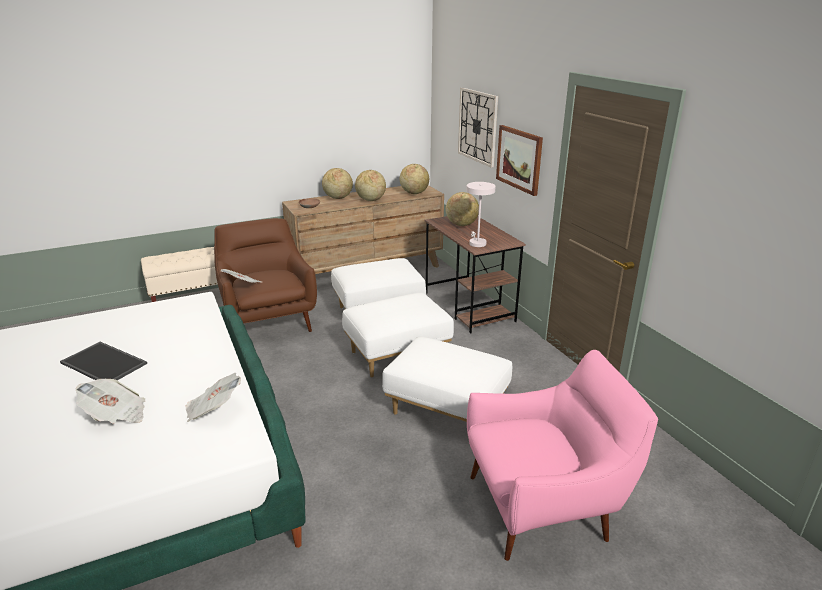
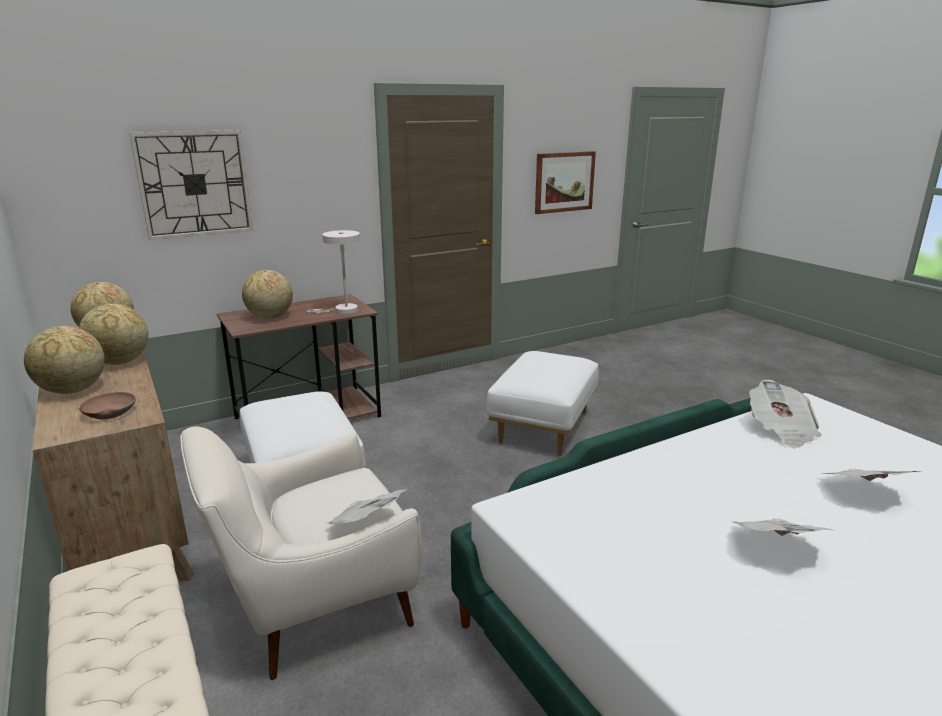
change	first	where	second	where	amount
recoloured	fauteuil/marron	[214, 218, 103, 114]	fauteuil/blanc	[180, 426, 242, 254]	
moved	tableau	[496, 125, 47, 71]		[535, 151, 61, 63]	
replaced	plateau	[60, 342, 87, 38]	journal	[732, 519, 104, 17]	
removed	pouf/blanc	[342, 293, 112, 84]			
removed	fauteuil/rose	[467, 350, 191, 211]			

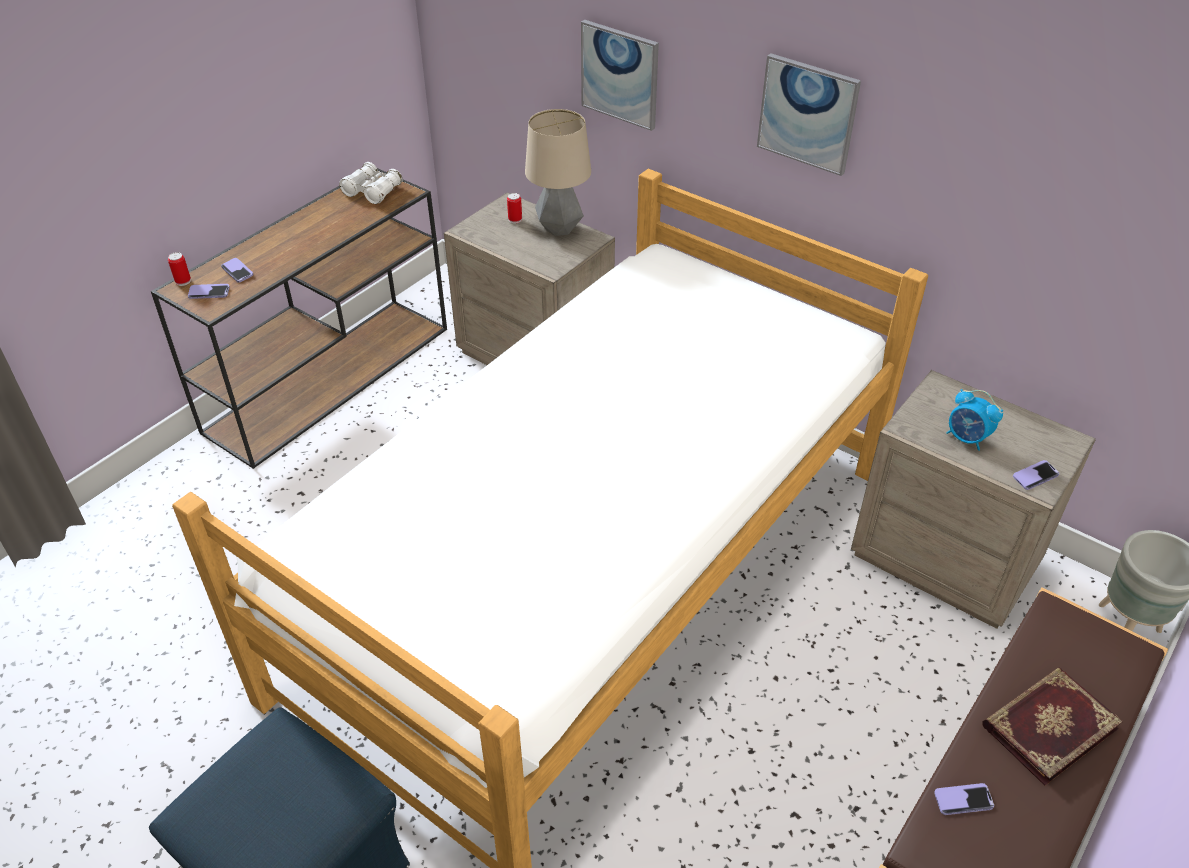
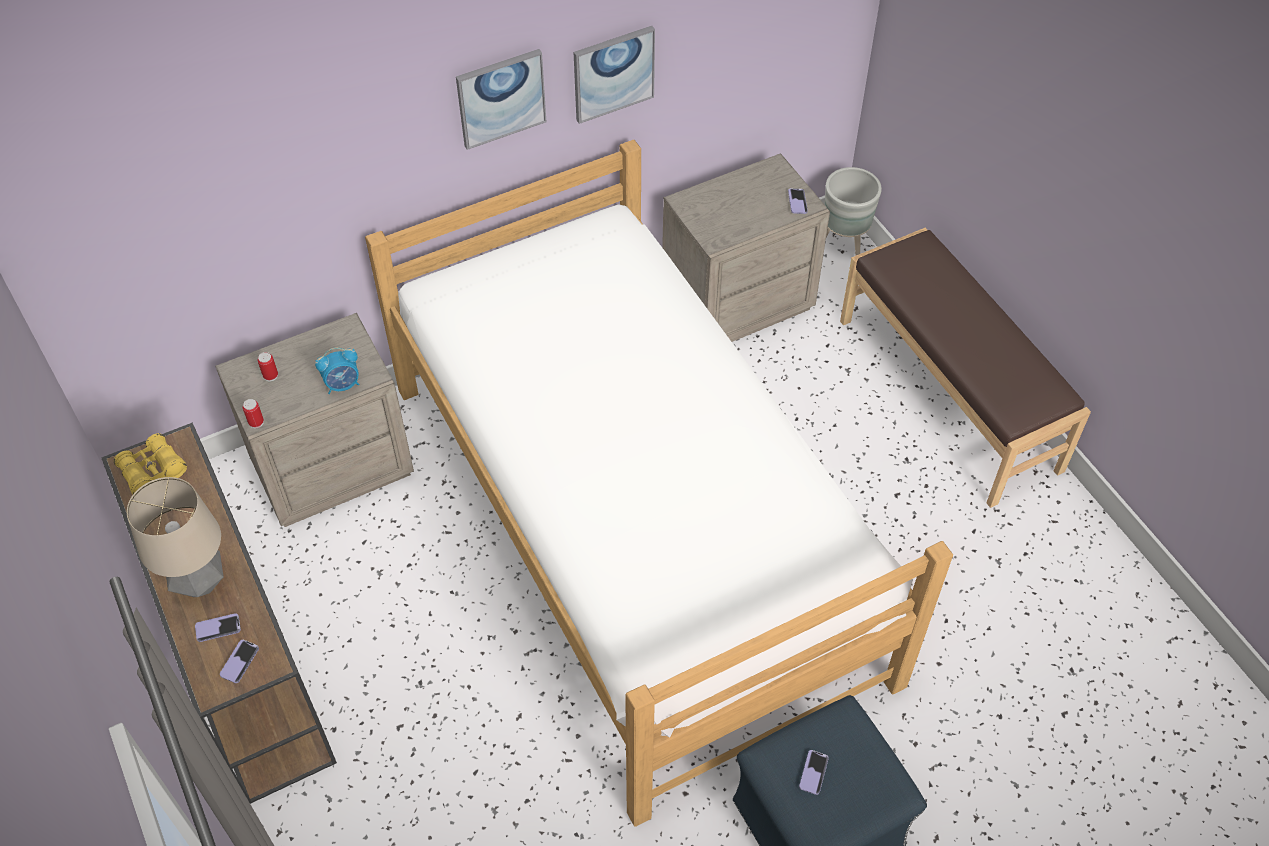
change	first	where	second	where	amount
recoloured	jumelles/blanc	[339, 162, 64, 42]	jumelles/jaune	[114, 433, 73, 61]	
moved	lampe de table	[525, 109, 66, 127]		[127, 477, 97, 120]	
moved	boîte métallique	[168, 252, 23, 34]		[243, 399, 21, 29]	
moved	réveil	[946, 389, 57, 62]		[315, 347, 45, 47]	
moved	tableau	[581, 20, 78, 111]		[574, 26, 81, 98]	
moved	téléphone	[934, 783, 60, 32]		[799, 750, 30, 45]	
removed	livre	[983, 667, 140, 119]			

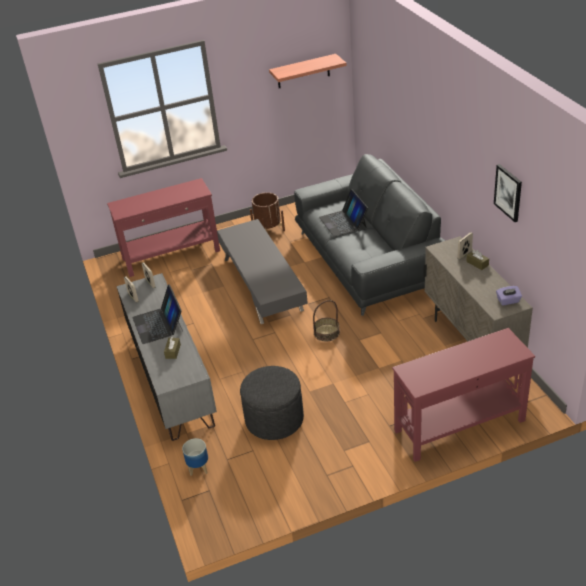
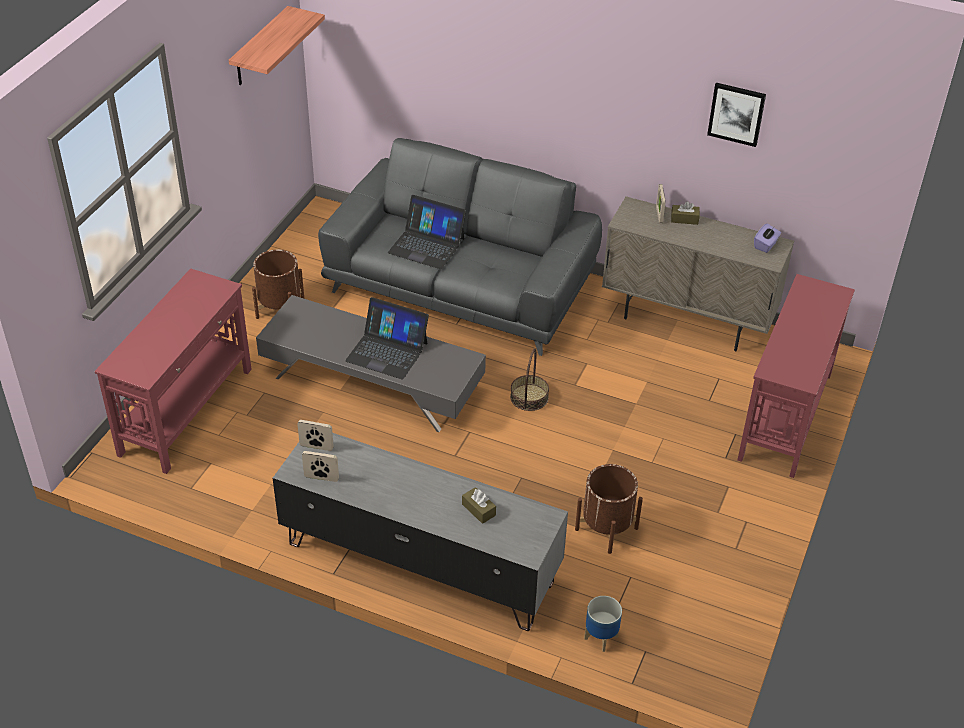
change	first	where	second	where	amount
moved	ordinateur portable	[132, 284, 51, 60]		[345, 297, 84, 82]	
replaced	pouf/gris	[240, 366, 64, 74]	cache-pot/marron	[575, 464, 68, 90]	

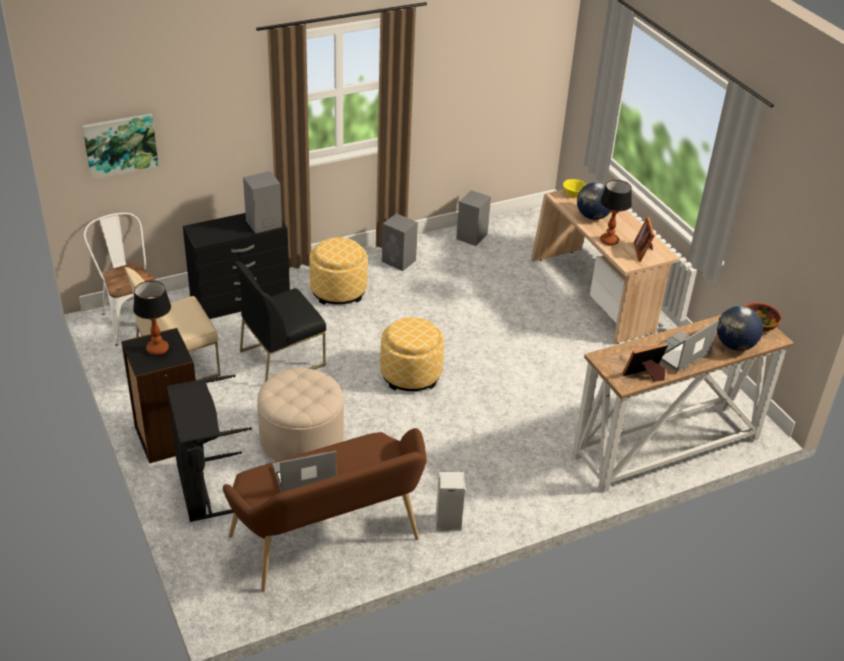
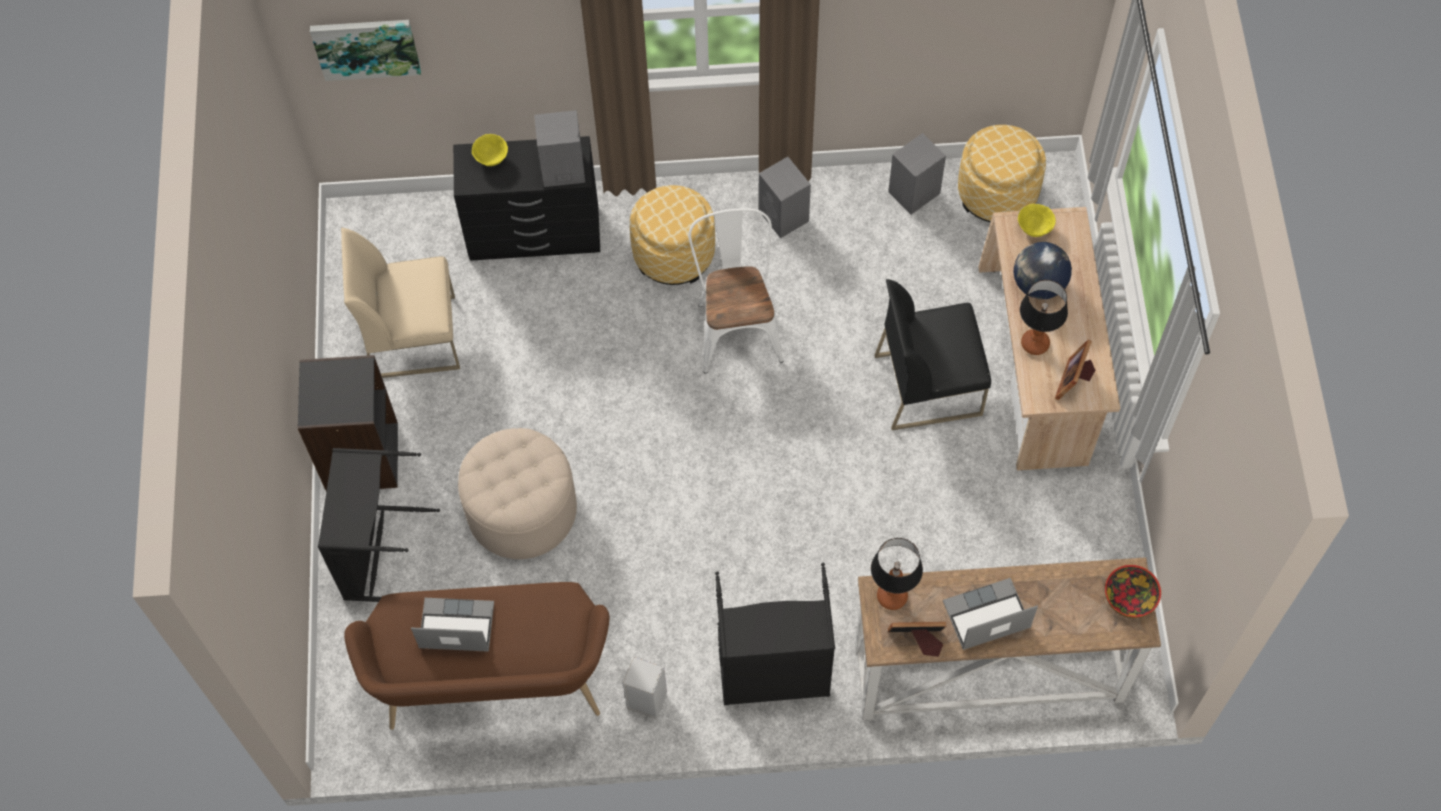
change	first	where	second	where	amount
added			bol/jaune	[472, 134, 36, 32]	
moved	chaise/blanc	[84, 213, 72, 133]		[688, 208, 95, 166]	
added			panier à linge/noir	[715, 563, 120, 142]	
moved	lampe de table	[133, 281, 38, 74]		[871, 538, 52, 72]	
moved	chaise/noir	[235, 261, 91, 121]		[874, 279, 117, 151]	
moved	pouf	[380, 317, 64, 74]		[958, 125, 88, 97]	
removed	globe	[717, 306, 46, 45]			

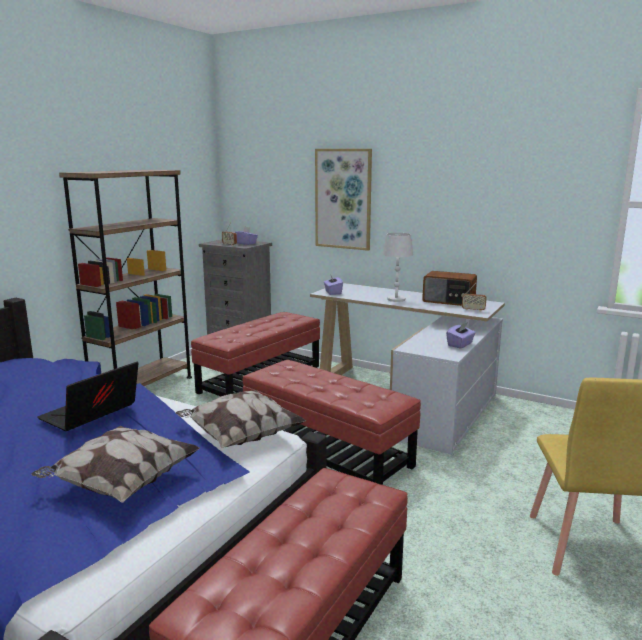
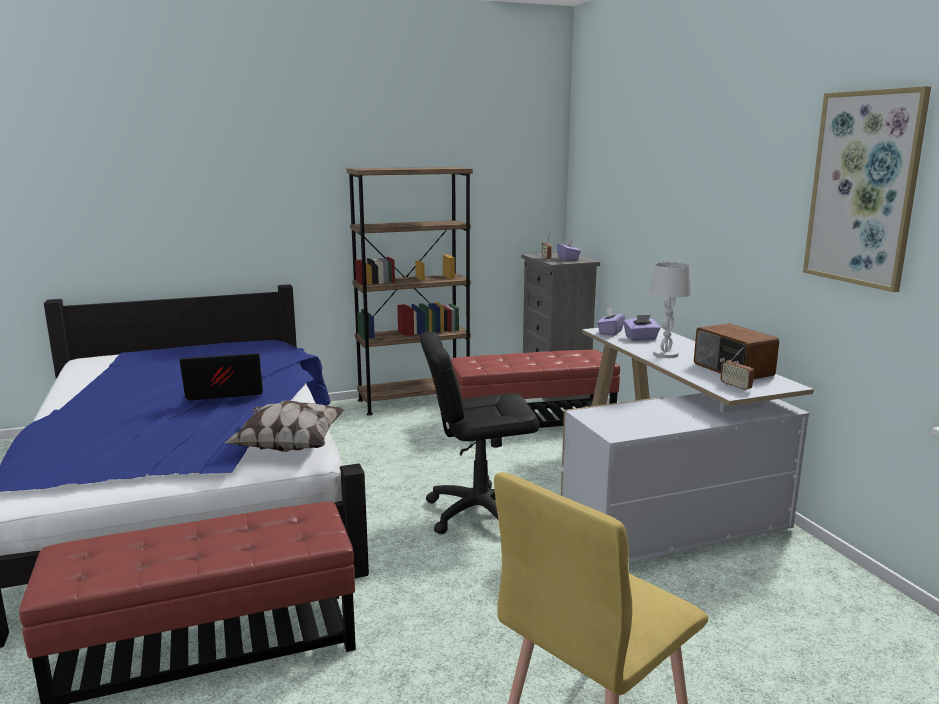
change	first	where	second	where	amount
replaced	pouf/rouge	[243, 360, 178, 125]	chaise de bureau/noir	[420, 332, 119, 202]	
moved	boîte à mouchoirs/violet	[446, 322, 30, 27]		[623, 315, 38, 26]	
moved	tableau	[315, 149, 57, 102]		[803, 86, 128, 206]	
removed	coussin	[31, 426, 169, 77]			

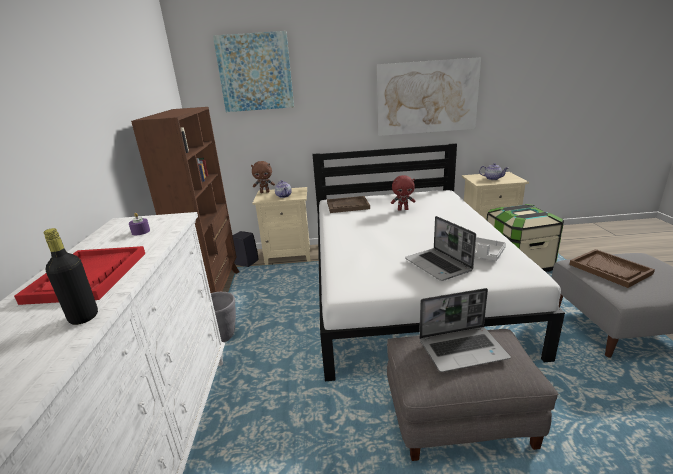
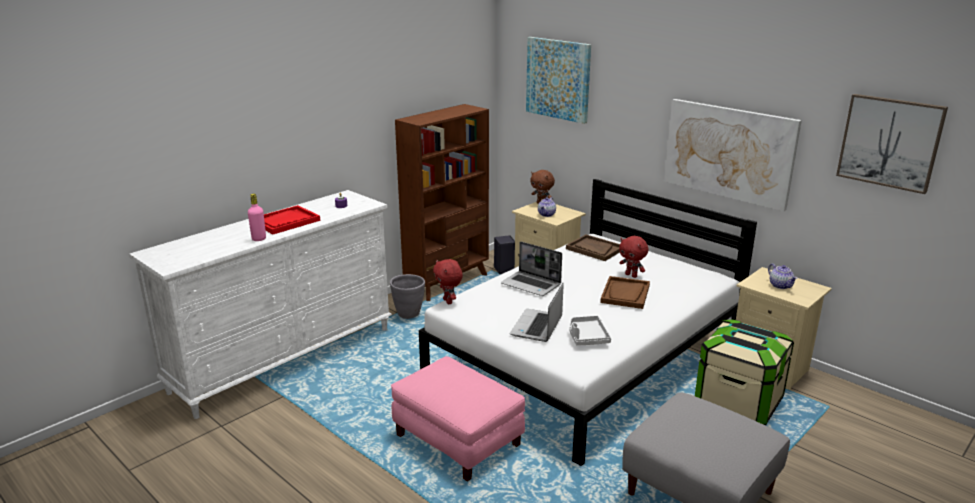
change	first	where	second	where	amount
recoloured	bouteille/noir	[44, 228, 54, 97]	bouteille/rose	[248, 194, 18, 47]	
recoloured	pouf/gris	[387, 329, 171, 132]	pouf/rose	[391, 356, 134, 126]	
added			peluche/rouge	[433, 259, 30, 45]	
moved	ordinateur portable	[419, 288, 92, 84]		[501, 241, 61, 55]	
moved	plateau/marron	[569, 249, 86, 39]		[600, 276, 50, 33]	
added			tableau	[836, 94, 112, 100]	

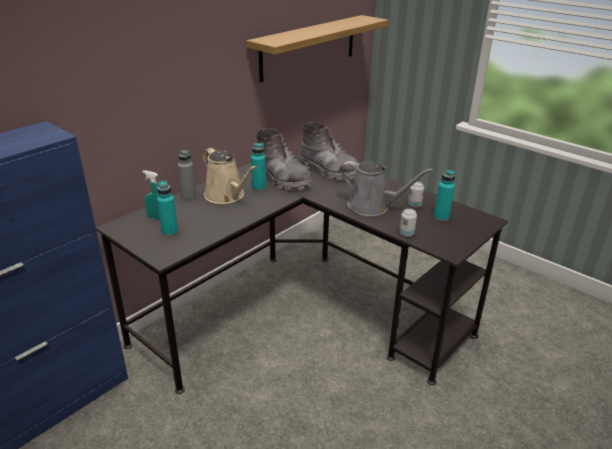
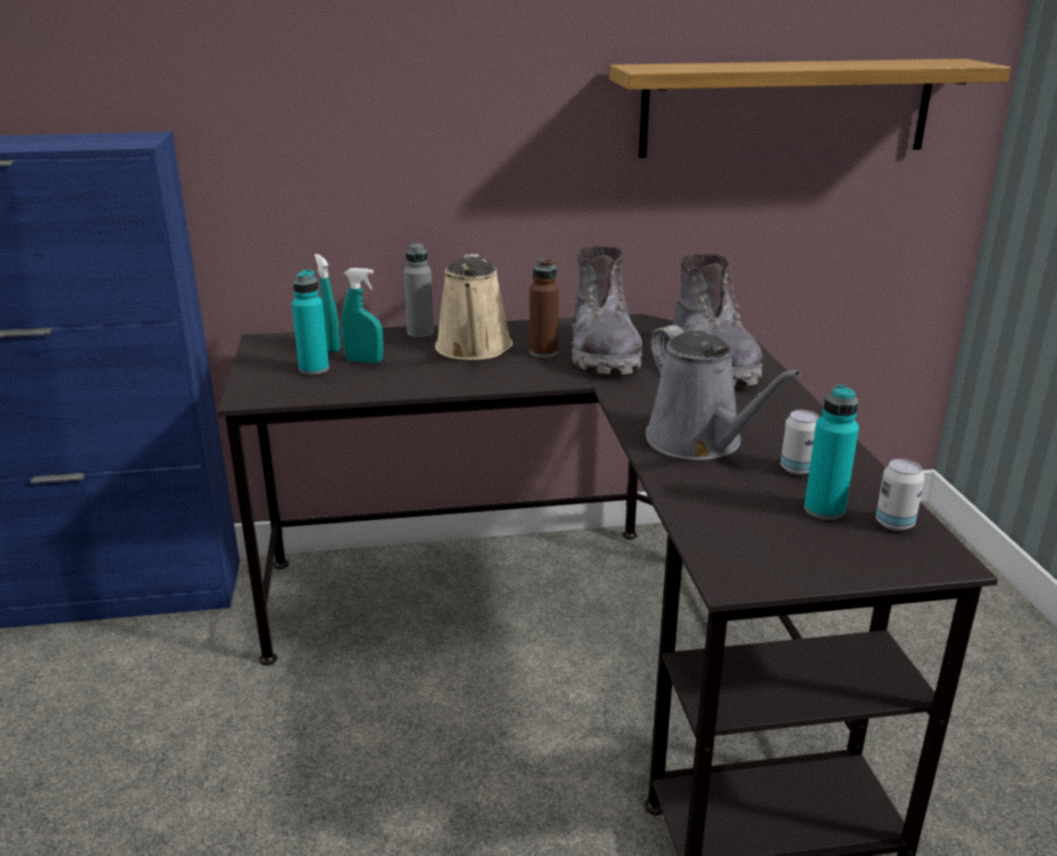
change	first	where	second	where	amount
added			vaporisateur/turquoise	[341, 268, 42, 95]	
recoloured	bouteille/turquoise	[251, 143, 15, 48]	bouteille/marron	[530, 258, 29, 100]	
moved	boîte métallique	[399, 208, 18, 29]		[876, 459, 49, 72]	

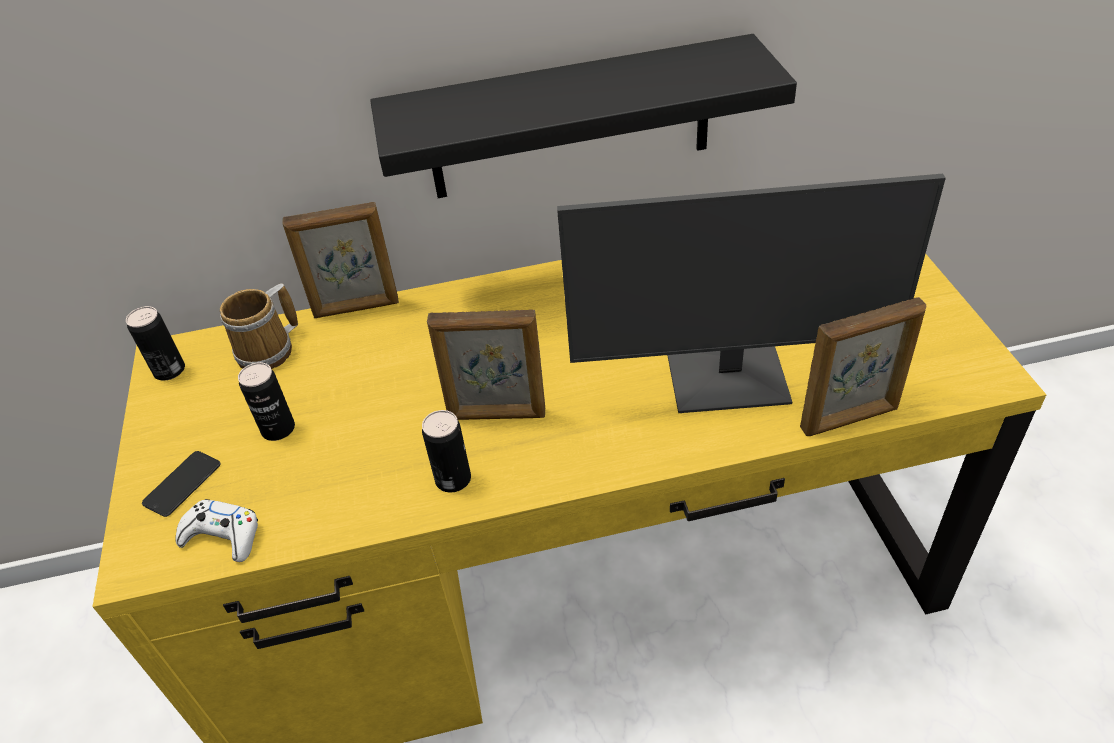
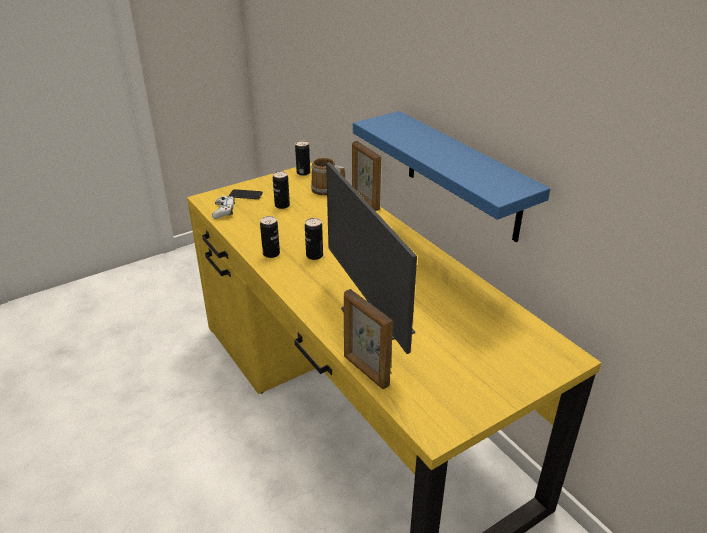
change	first	where	second	where	amount
replaced	cadre photo	[427, 309, 118, 111]	boîte métallique	[305, 218, 18, 42]	
recoloured	étagère/noir	[370, 34, 427, 164]	étagère/bleu	[353, 111, 197, 131]	

